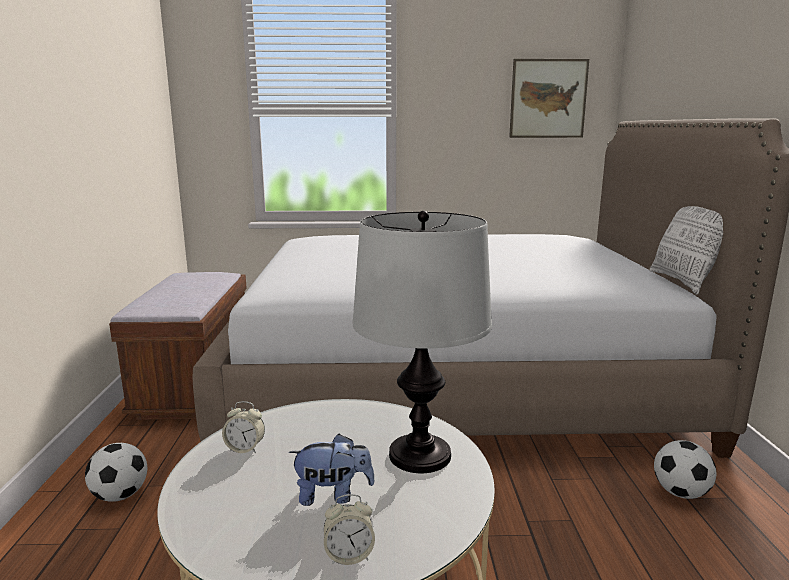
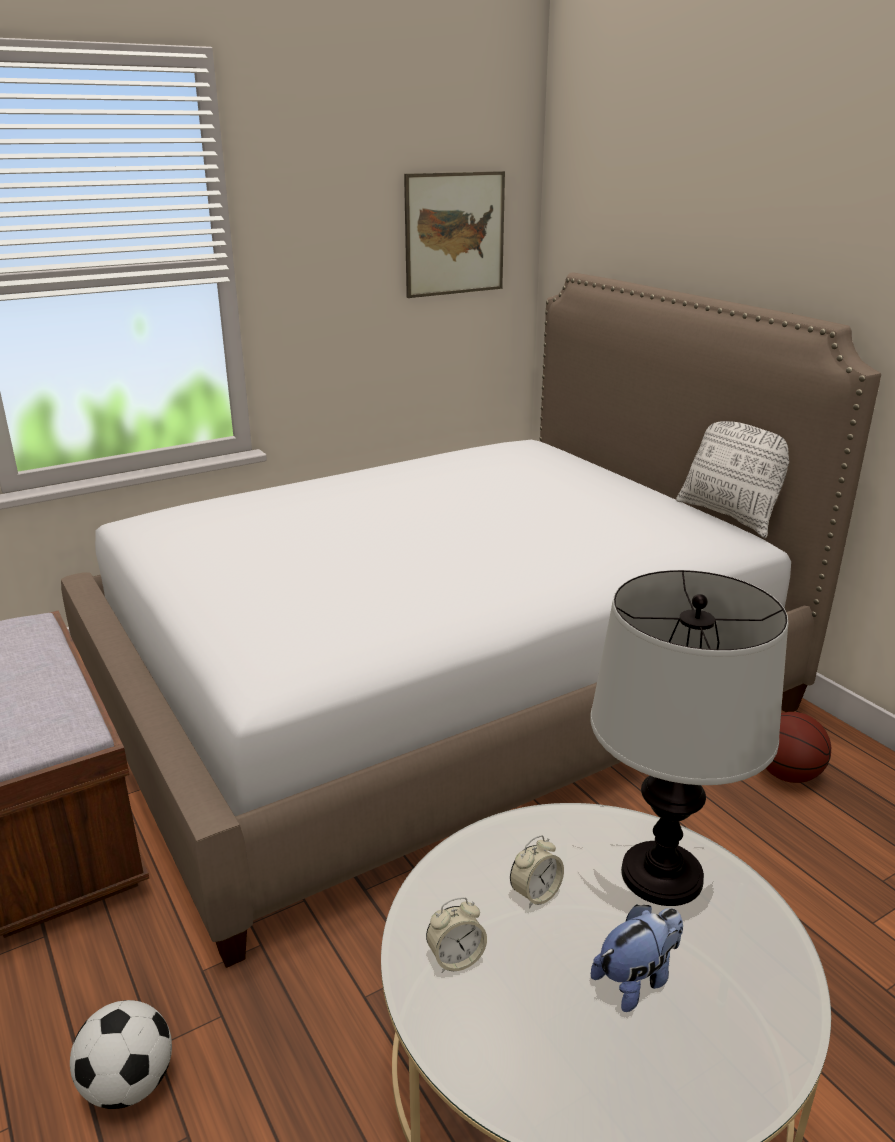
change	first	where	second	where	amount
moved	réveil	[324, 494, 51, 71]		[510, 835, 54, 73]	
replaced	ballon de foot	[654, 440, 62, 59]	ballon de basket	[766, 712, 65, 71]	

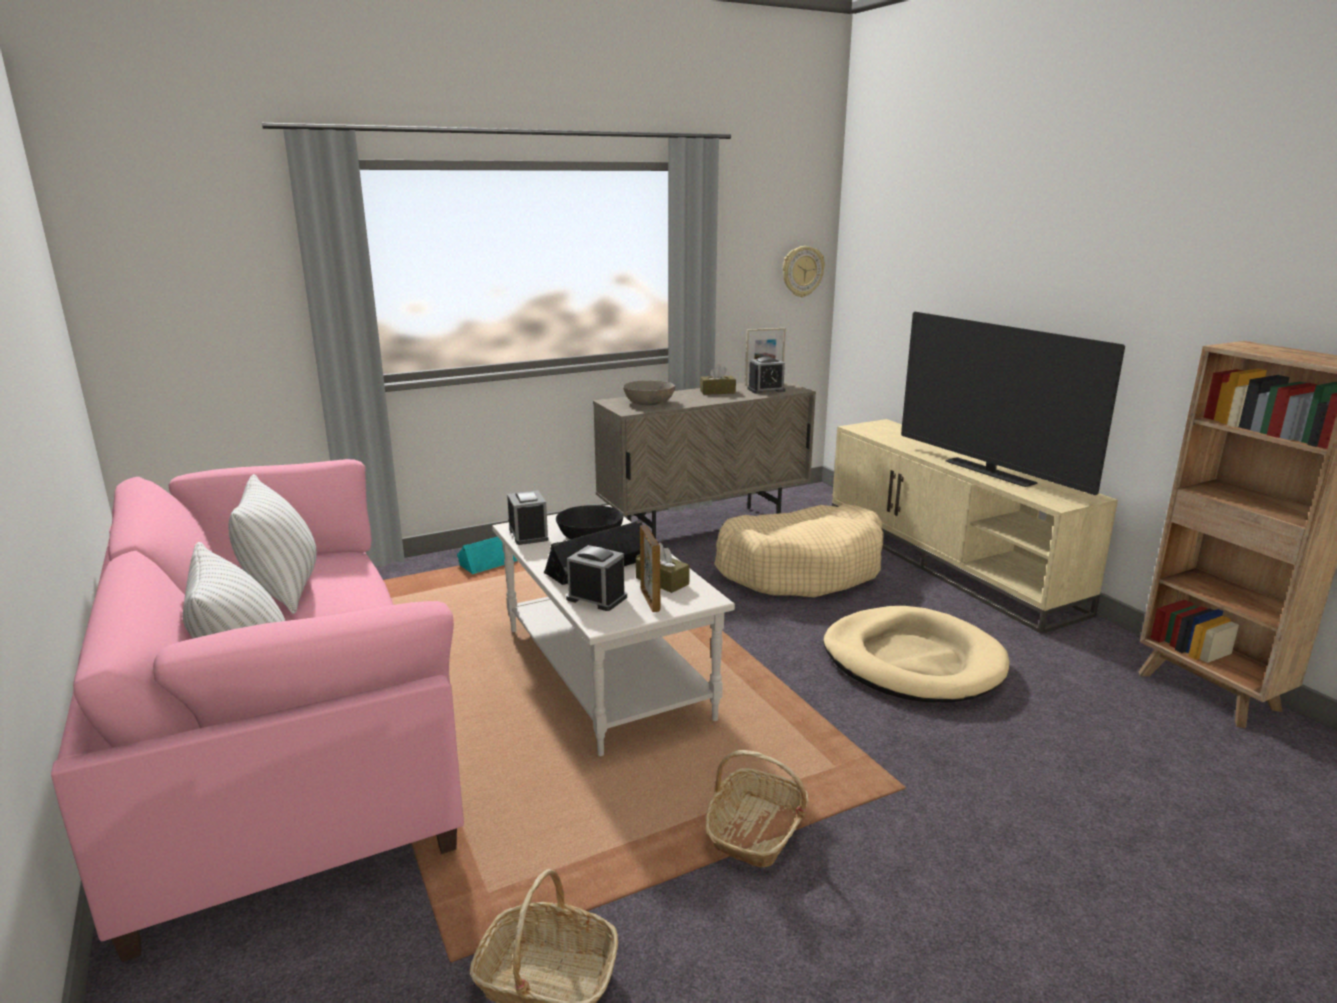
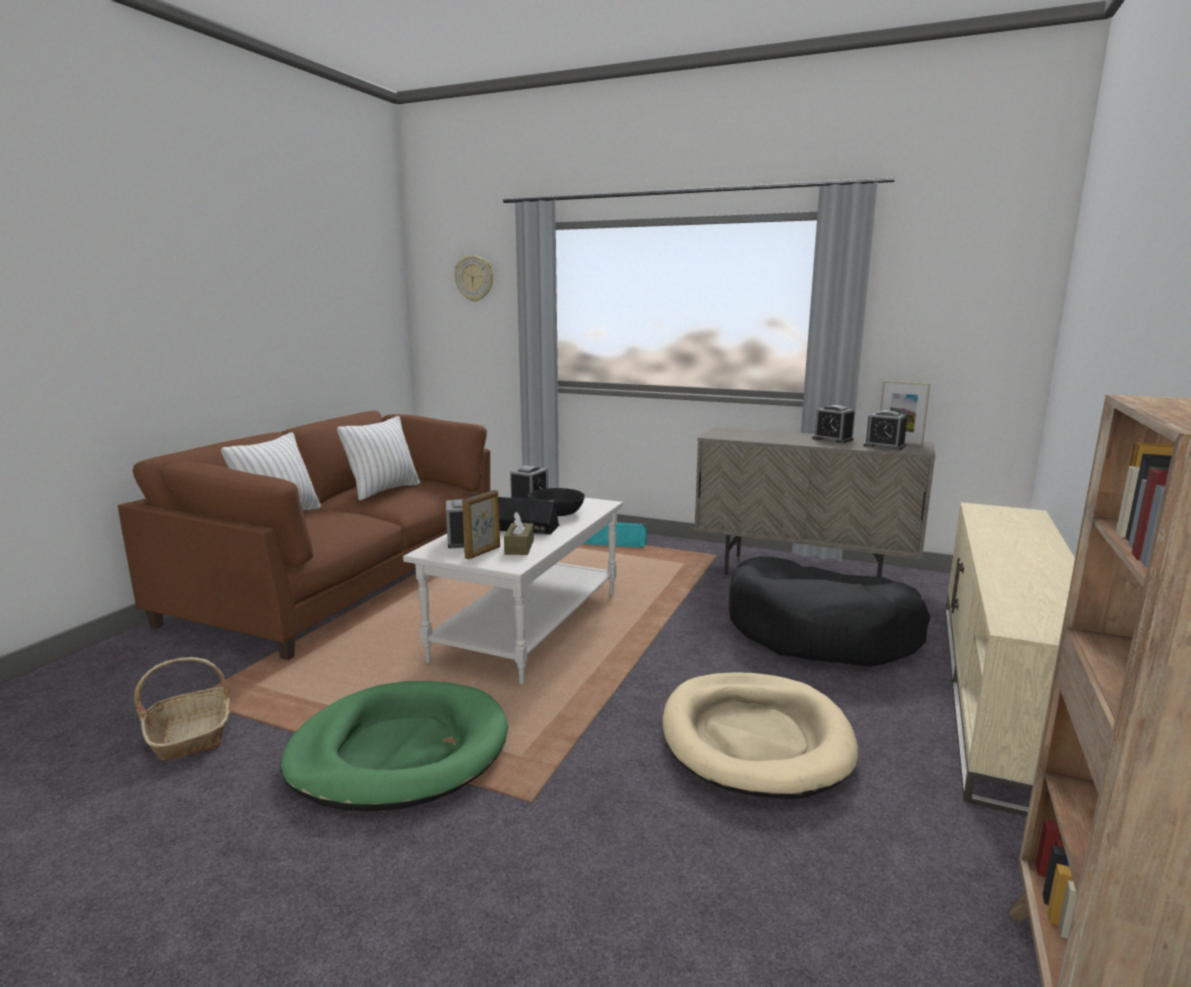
change	first	where	second	where	amount
recoloured	canapé/rose	[51, 459, 413, 503]	canapé/marron	[118, 411, 372, 249]	
replaced	panier	[705, 750, 103, 117]	panier pour chien/vert	[280, 681, 228, 130]	
moved	horloge murale	[783, 246, 42, 51]		[454, 255, 39, 47]	
recoloured	panier pour chien/beige	[714, 504, 170, 94]	panier pour chien/noir	[729, 556, 201, 111]	
replaced	boîte à mouchoirs/marron	[700, 364, 36, 31]	réveil	[812, 405, 42, 38]	
removed	bol/gris	[623, 380, 52, 25]			
removed	téléviseur	[901, 312, 224, 183]			

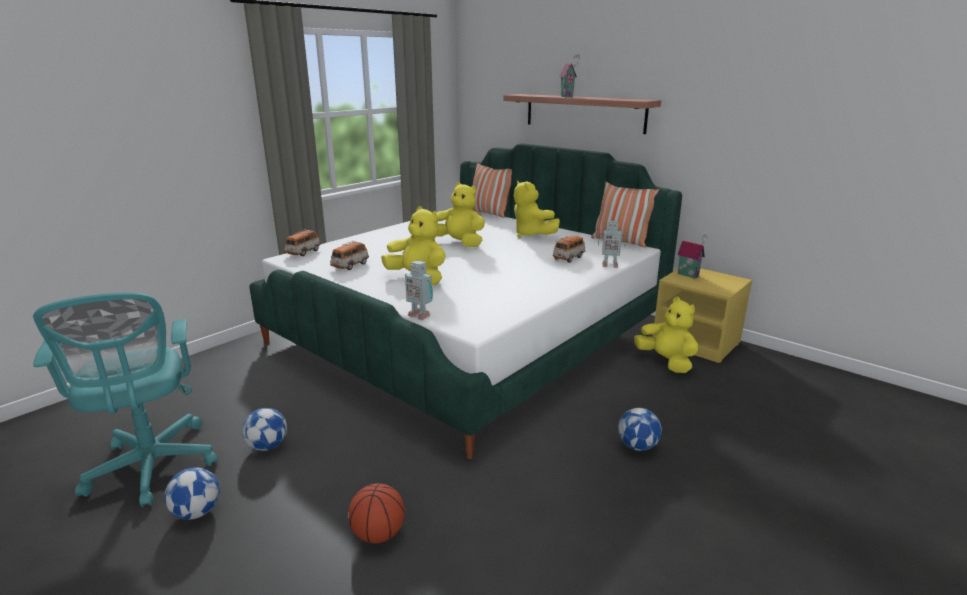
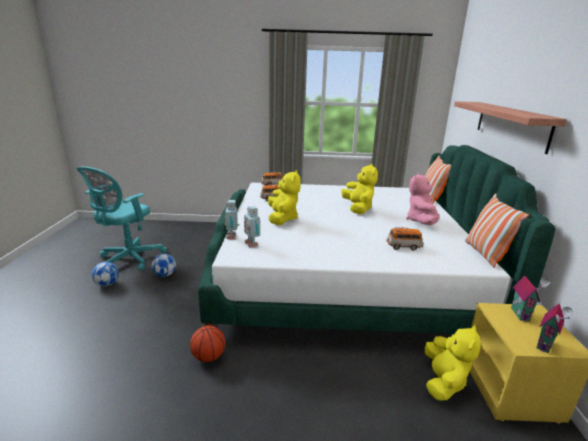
change	first	where	second	where	amount
moved	ballon de basket	[348, 483, 57, 60]		[190, 326, 35, 36]	
moved	robot jouet	[598, 221, 27, 47]		[244, 206, 16, 42]	
recoloured	peluche/jaune	[514, 181, 46, 57]	peluche/rose	[406, 173, 34, 52]	
moved	maison miniature	[559, 55, 21, 43]		[537, 303, 36, 50]	
removed	ballon de foot	[618, 408, 44, 43]			

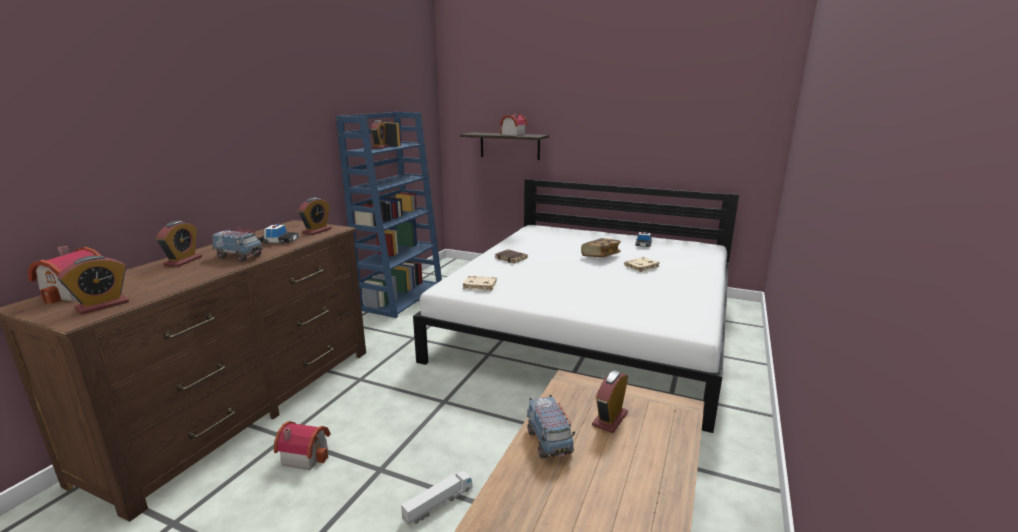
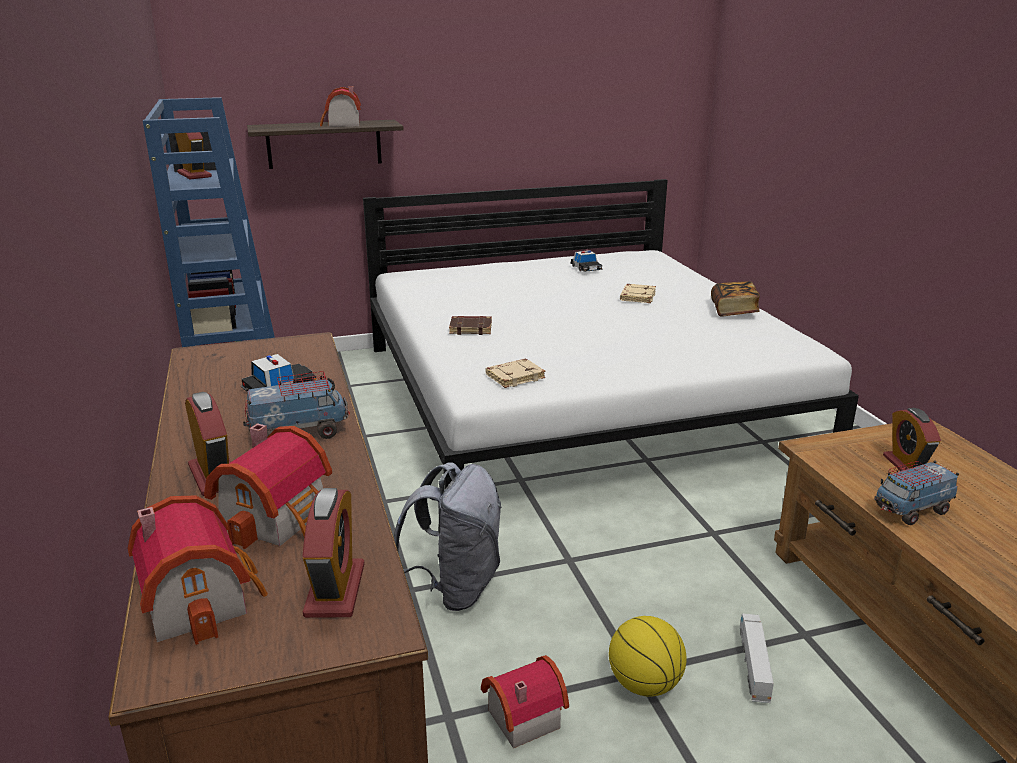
change	first	where	second	where	amount
added			maison miniature	[204, 423, 128, 126]	
added			sac à dos/gris	[394, 462, 108, 149]	
added			ballon de basket	[609, 616, 78, 81]	
moved	livre	[581, 238, 40, 19]		[711, 282, 49, 35]	
turned	camion jouet	[527, 395, 48, 64]		[874, 461, 85, 64]	120 degrees clockwise
removed	réveil	[298, 198, 34, 37]			

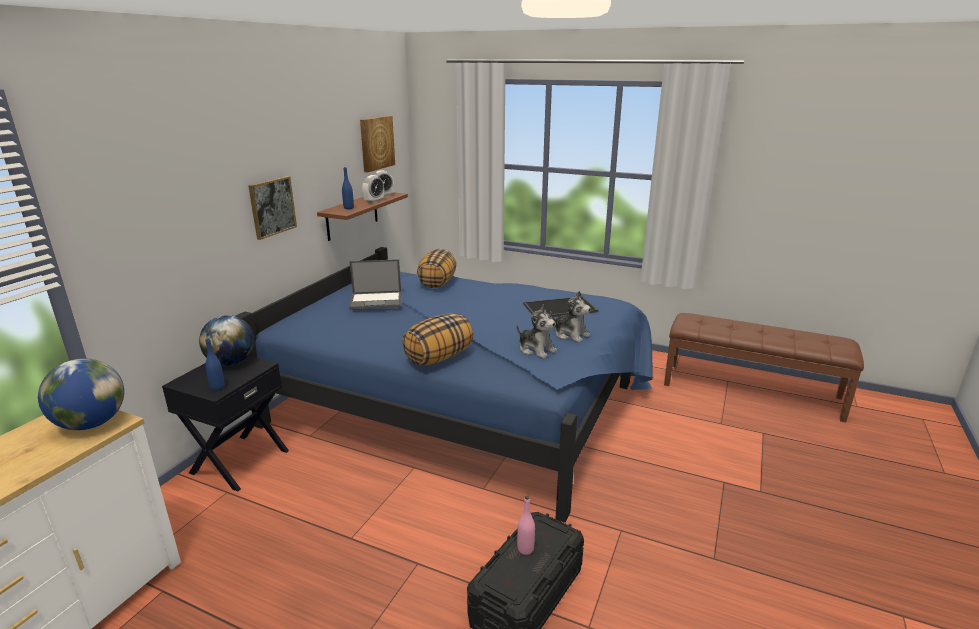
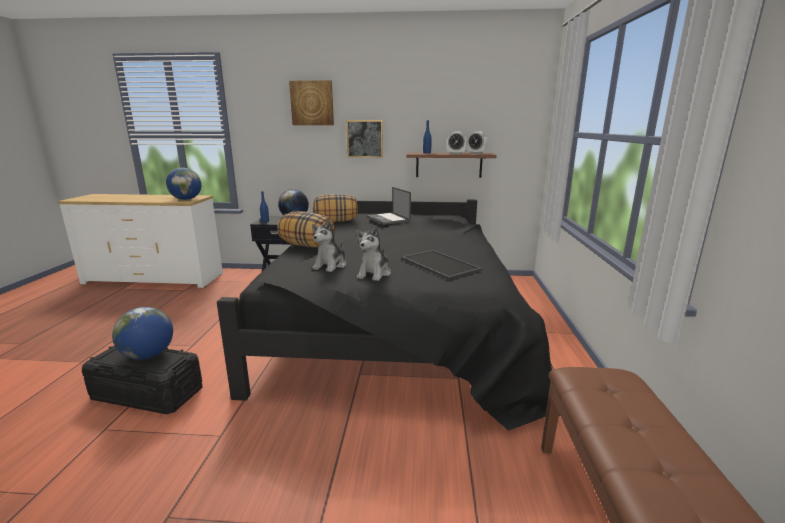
change	first	where	second	where	amount
replaced	bouteille/rose	[517, 496, 18, 59]	globe	[112, 307, 61, 53]	
recoloured	lit/bleu	[236, 247, 416, 276]	lit/noir	[217, 199, 343, 232]	
moved	tableau	[360, 116, 35, 57]		[289, 80, 45, 45]	
moved	coussin	[417, 249, 40, 39]		[313, 194, 45, 28]	

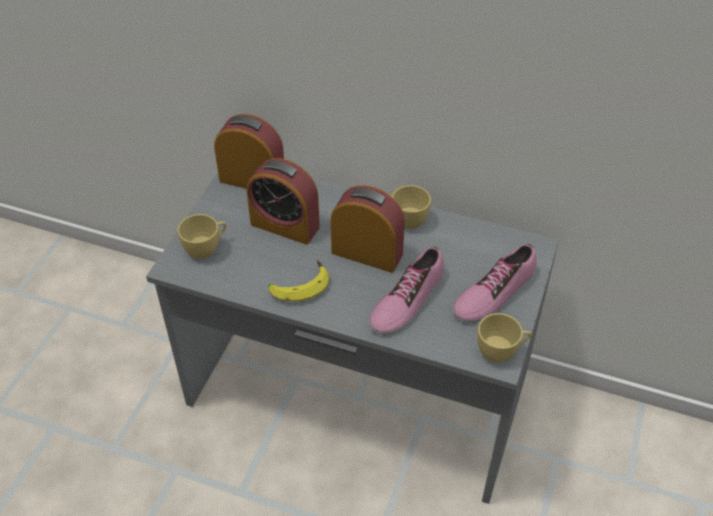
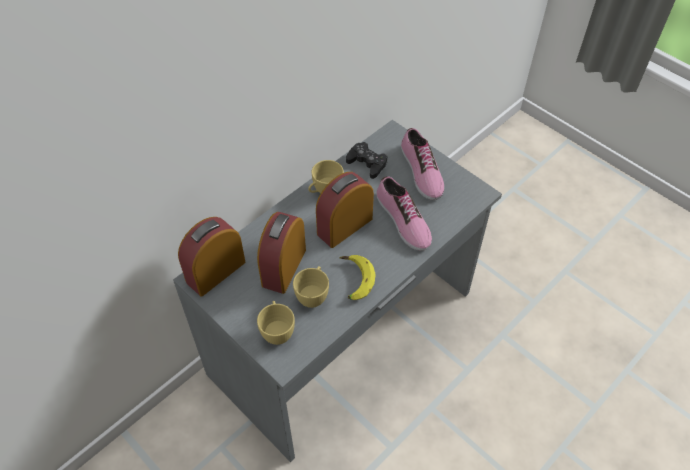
change	first	where	second	where	amount
turned	réveil	[247, 158, 73, 87]		[257, 212, 49, 82]	150 degrees clockwise
moved	tasse/jaune	[477, 313, 54, 50]		[293, 266, 36, 42]	
added			manette/noir	[346, 142, 42, 37]	

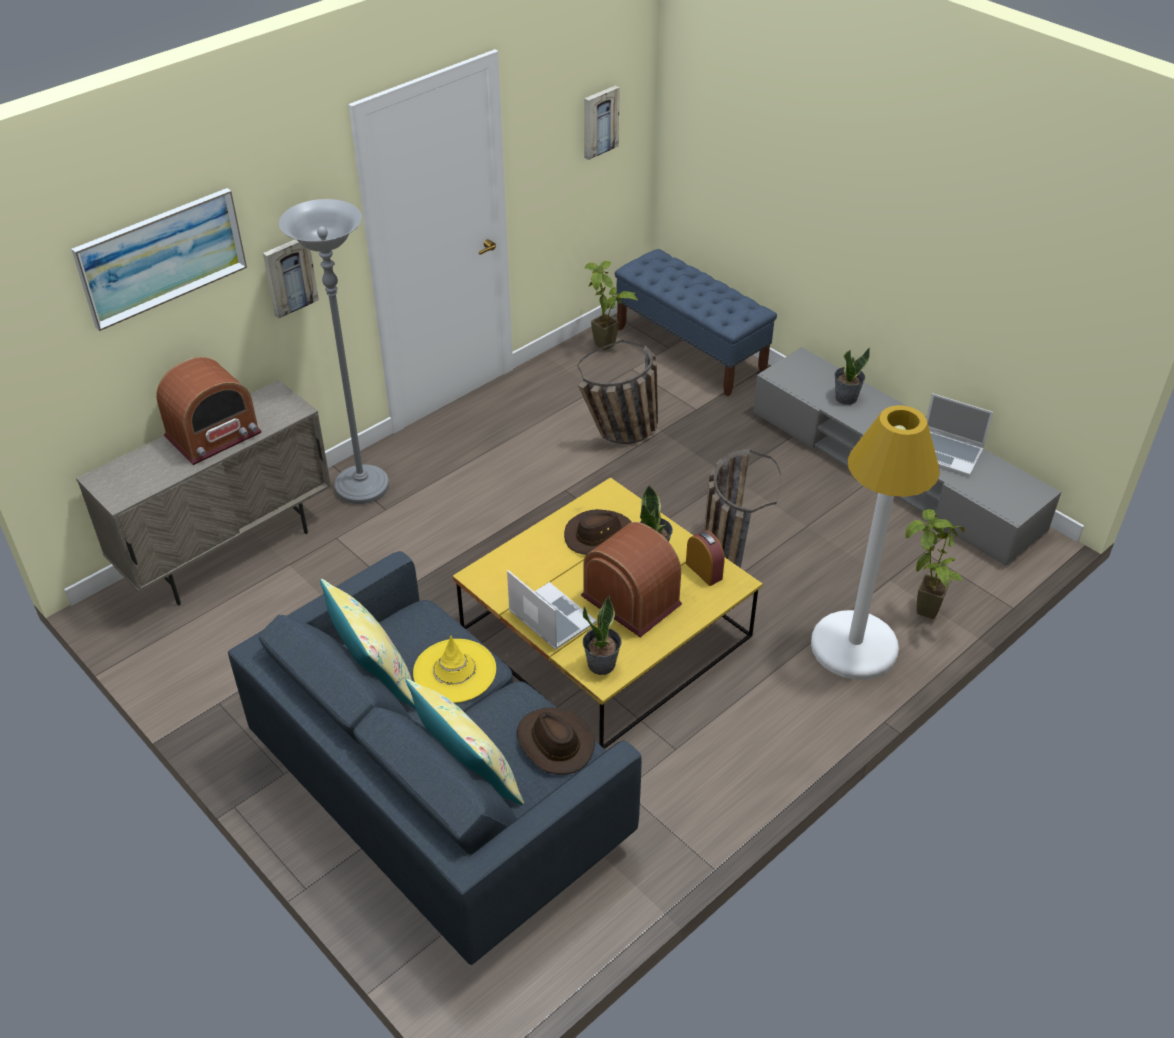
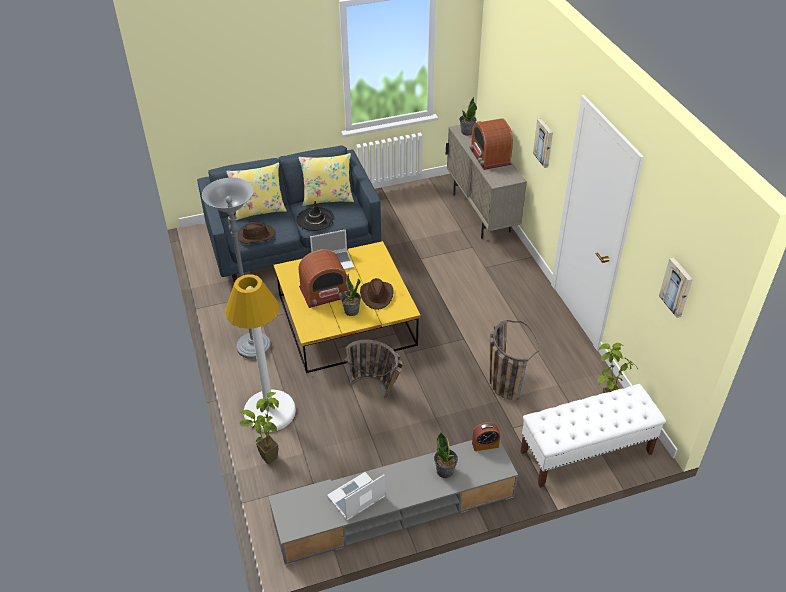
change	first	where	second	where	amount
moved	lampadaire/gris	[279, 199, 110, 305]		[202, 178, 69, 181]	
recoloured	chapeau/jaune	[413, 636, 83, 67]	chapeau/noir	[296, 201, 38, 30]	
moved	plante en pot	[583, 595, 39, 80]		[459, 97, 18, 39]	
moved	réveil	[686, 530, 39, 56]		[472, 422, 28, 29]	
recoloured	banc/bleu	[615, 249, 162, 147]	banc/blanc	[520, 384, 146, 104]	
removed	tableau	[71, 188, 176, 143]			

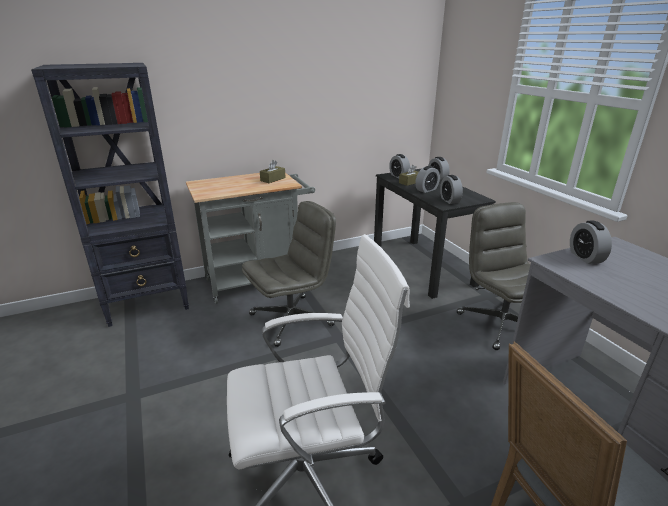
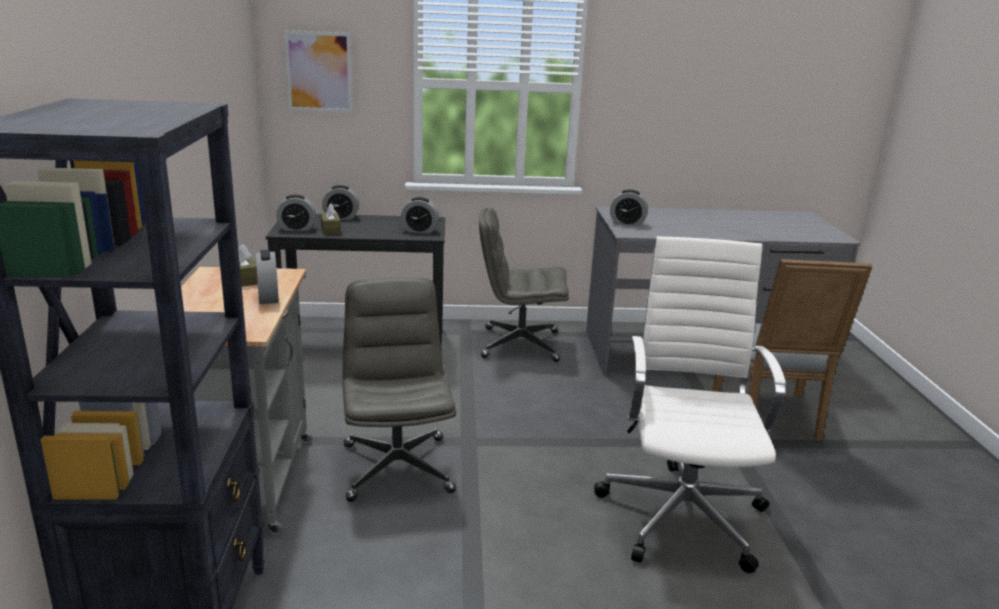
change	first	where	second	where	amount
moved	réveil	[415, 166, 25, 27]		[256, 250, 23, 54]	
added			tableau	[284, 30, 69, 82]	

